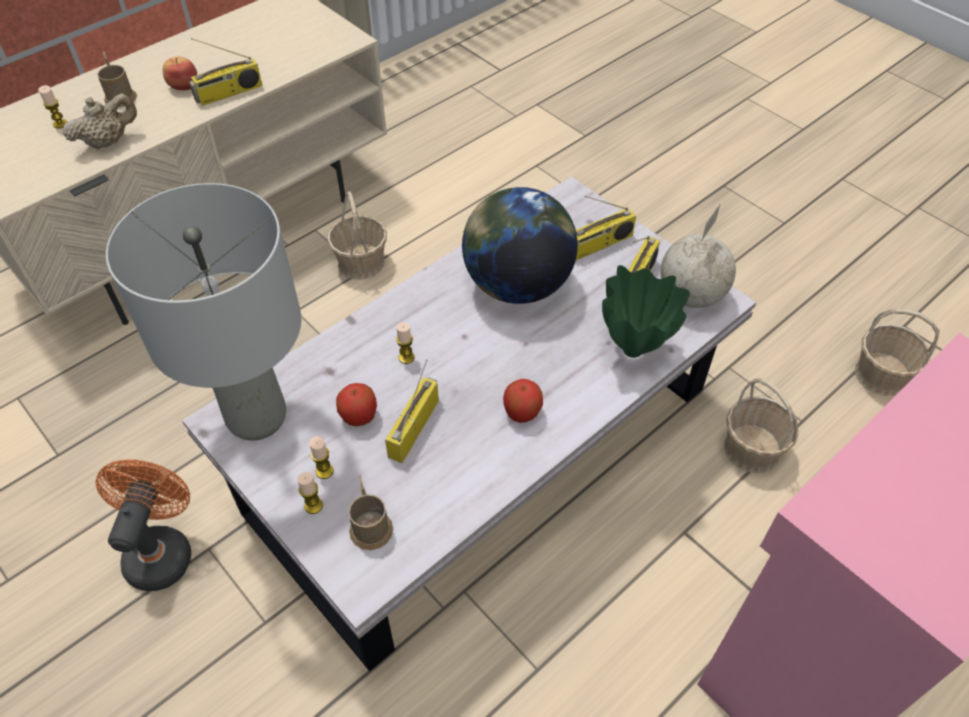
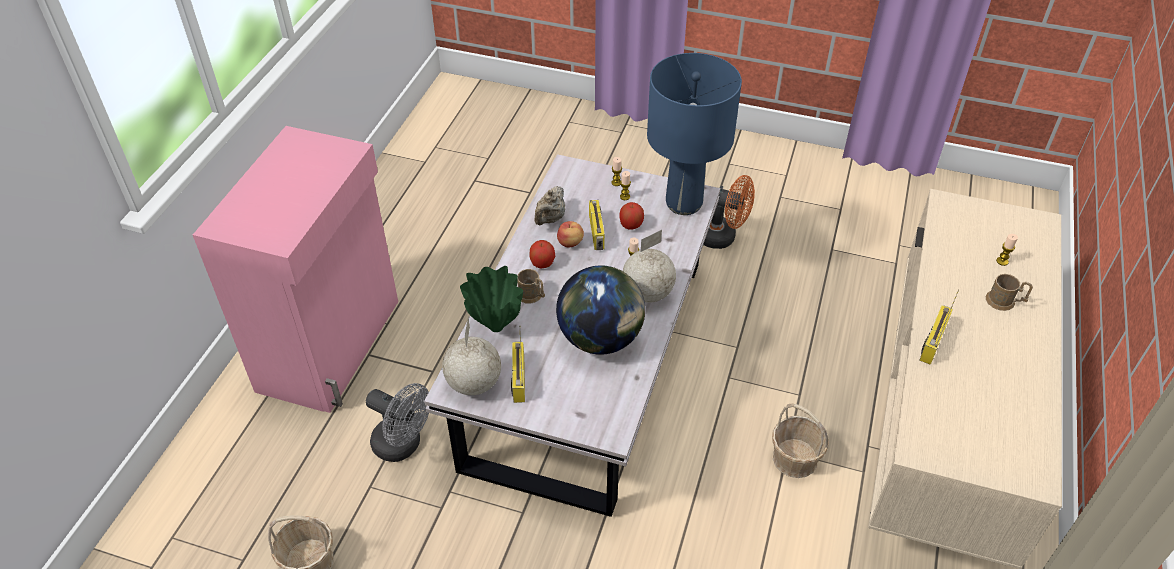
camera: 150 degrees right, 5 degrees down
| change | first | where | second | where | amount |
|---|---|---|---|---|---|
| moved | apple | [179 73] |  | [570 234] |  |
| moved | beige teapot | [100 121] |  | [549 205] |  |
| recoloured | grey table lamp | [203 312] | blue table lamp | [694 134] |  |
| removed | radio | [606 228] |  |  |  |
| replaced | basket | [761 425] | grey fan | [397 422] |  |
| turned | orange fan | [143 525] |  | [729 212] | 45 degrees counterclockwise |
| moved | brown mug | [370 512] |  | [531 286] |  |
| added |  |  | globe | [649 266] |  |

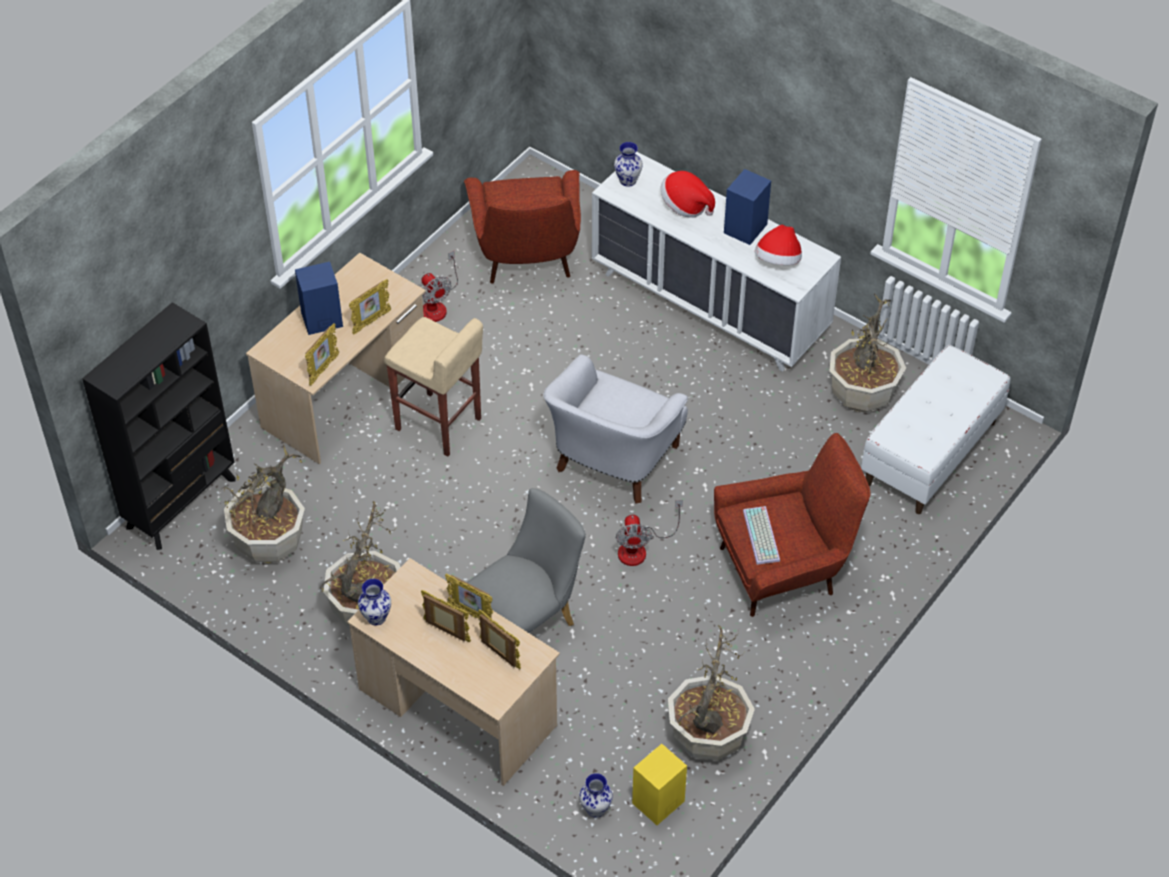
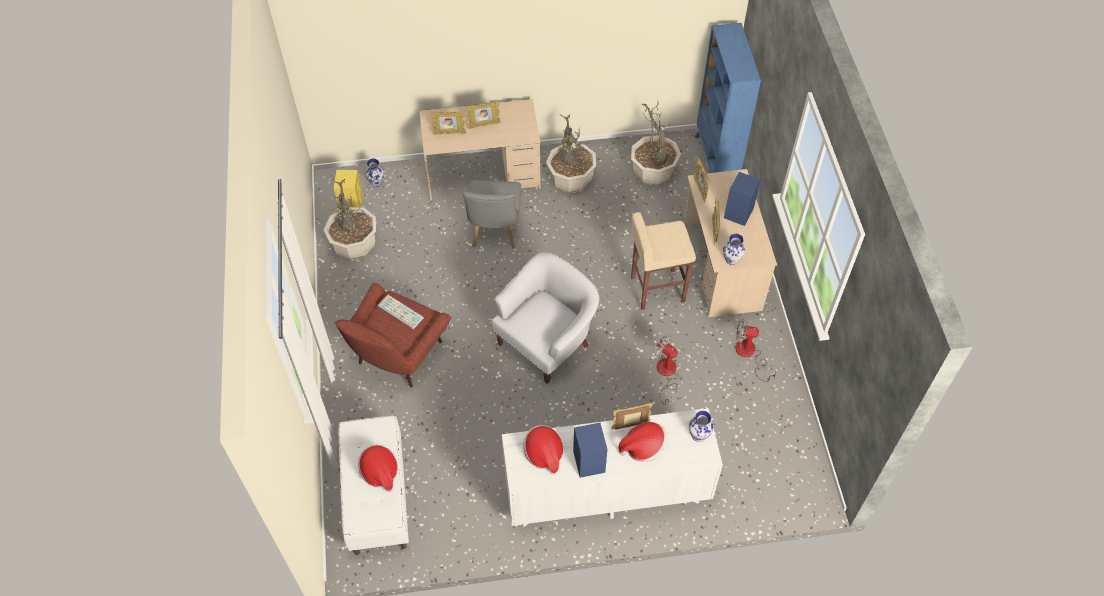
camera: 135 degrees right, 5 degrees up
| change | first | where | second | where | amount |
|---|---|---|---|---|---|
| removed | red armchair | [522 227] |  |  |  |
| removed | potted plant | [868 353] |  |  |  |
| recoloured | black bookcase | [158 426] | blue bookcase | [727 98] |  |
| turned | white armchair | [615 429] |  | [545 318] | 60 degrees clockwise |
| moved | fan | [649 533] |  | [666 370] |  |
| moved | picture frame | [469 596] |  | [632 416] |  |
| moved | vase | [374 602] |  | [734 249] |  |
| added |  |  | hat | [378 468] |  |

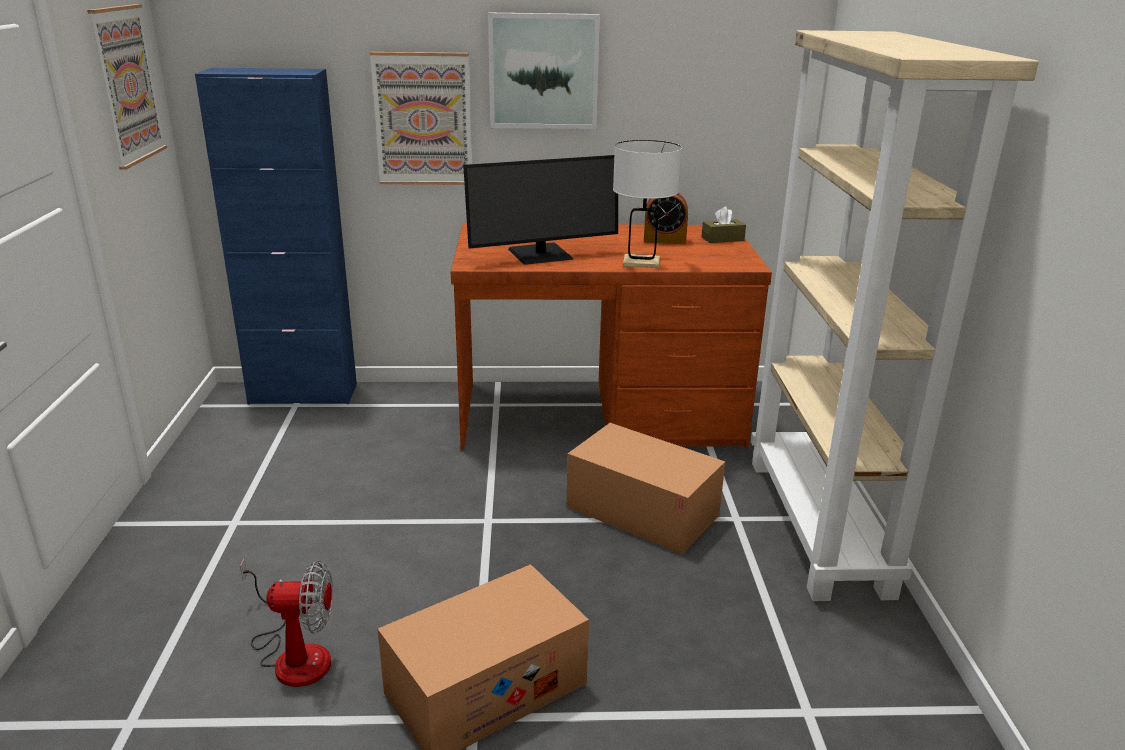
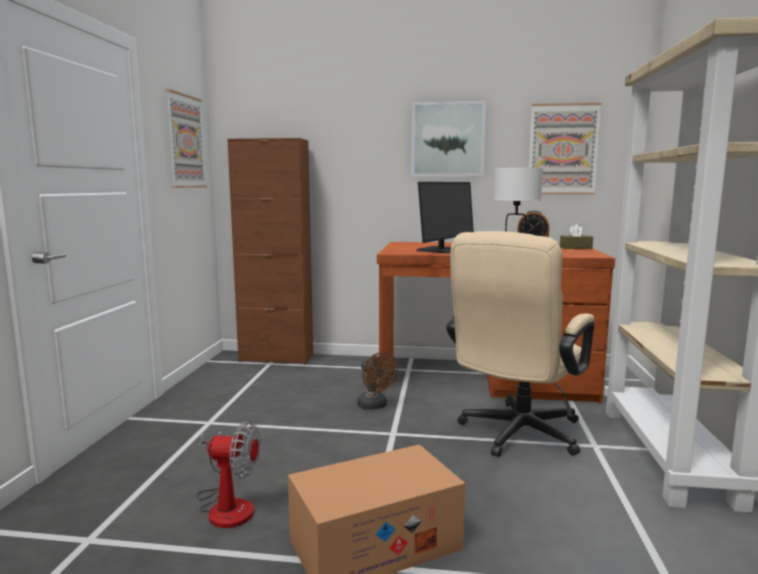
camera: 10 degrees right, 15 degrees down
| change | first | where | second | where | amount |
|---|---|---|---|---|---|
| moved | picture | [421 118] |  | [565 149] |  |
| recoloured | blue cabinet | [276 236] | brown cabinet | [270 251] |  |
| turned | monitor | [540 210] |  | [445 218] | 45 degrees counterclockwise |
| replaced | cardboard box | [646 488] | beige office chair | [520 344] |  |
| added |  |  | brown fan | [377 381] |  |

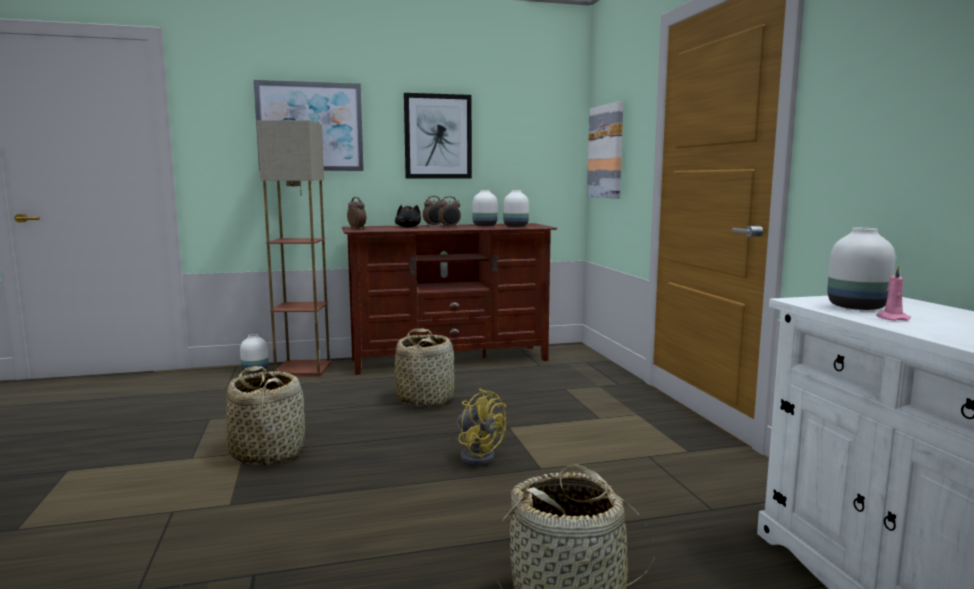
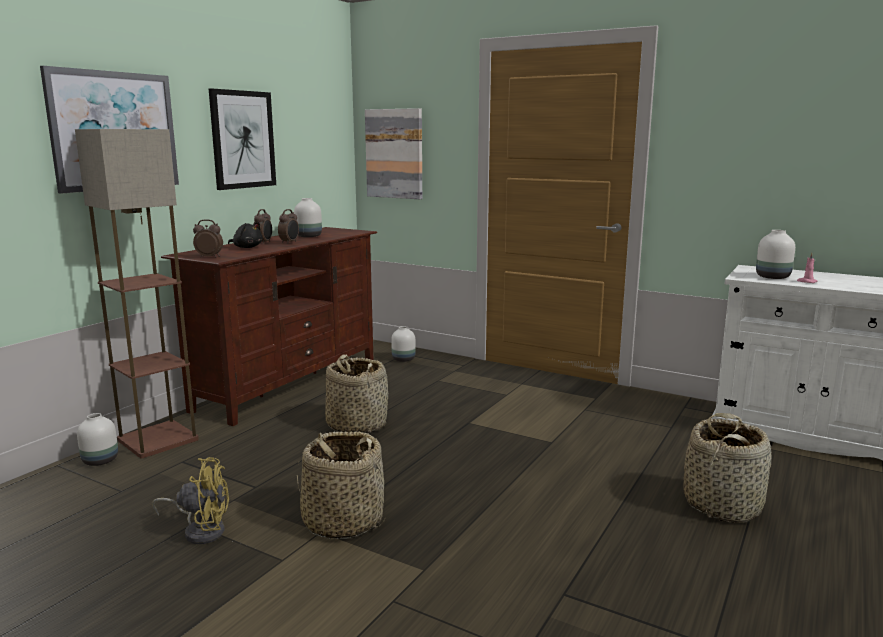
camera: 45 degrees left, 5 degrees up
| change | first | where | second | where | amount |
|---|---|---|---|---|---|
| moved | white vase | [516 208] |  | [403 344] |  |
| moved | yellow fan | [481 427] |  | [190 500] |  |

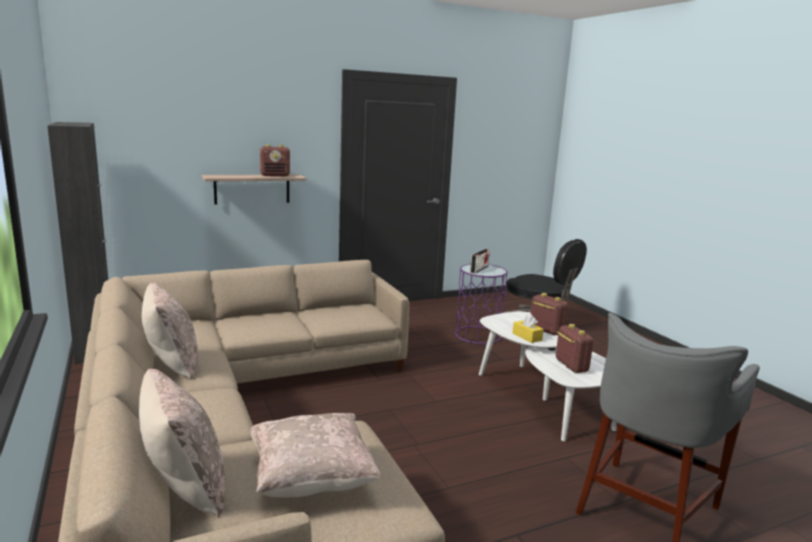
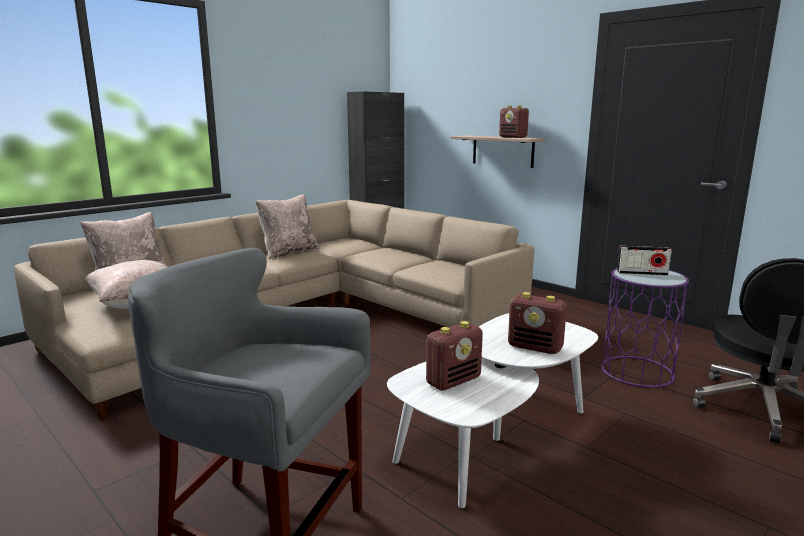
camera: 70 degrees right, 0 degrees up
| change | first | where | second | where | amount |
|---|---|---|---|---|---|
| turned | radio | [549 314] |  | [537 323] | 90 degrees clockwise |
| removed | yellow tissue box | [528 328] |  |  |  |

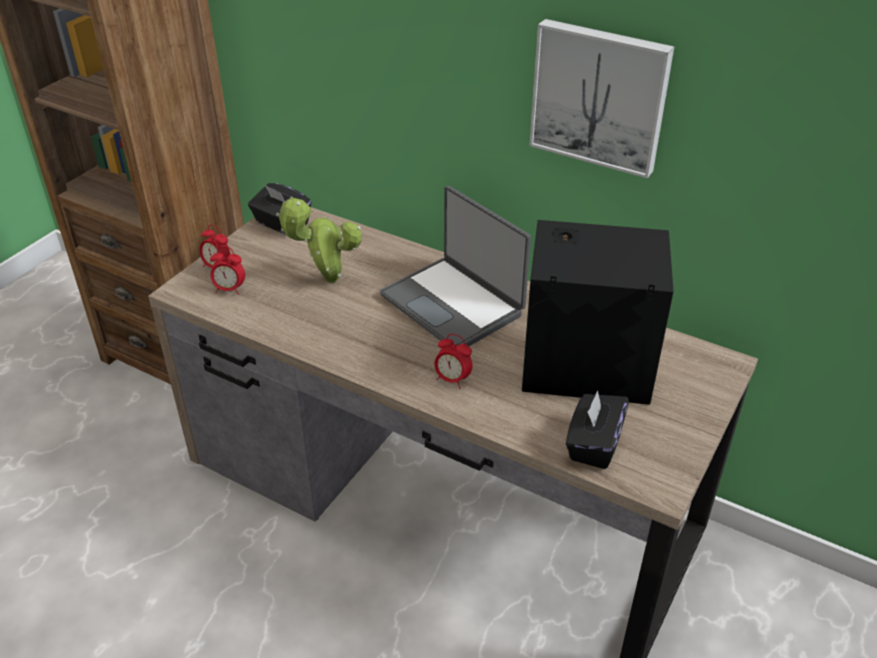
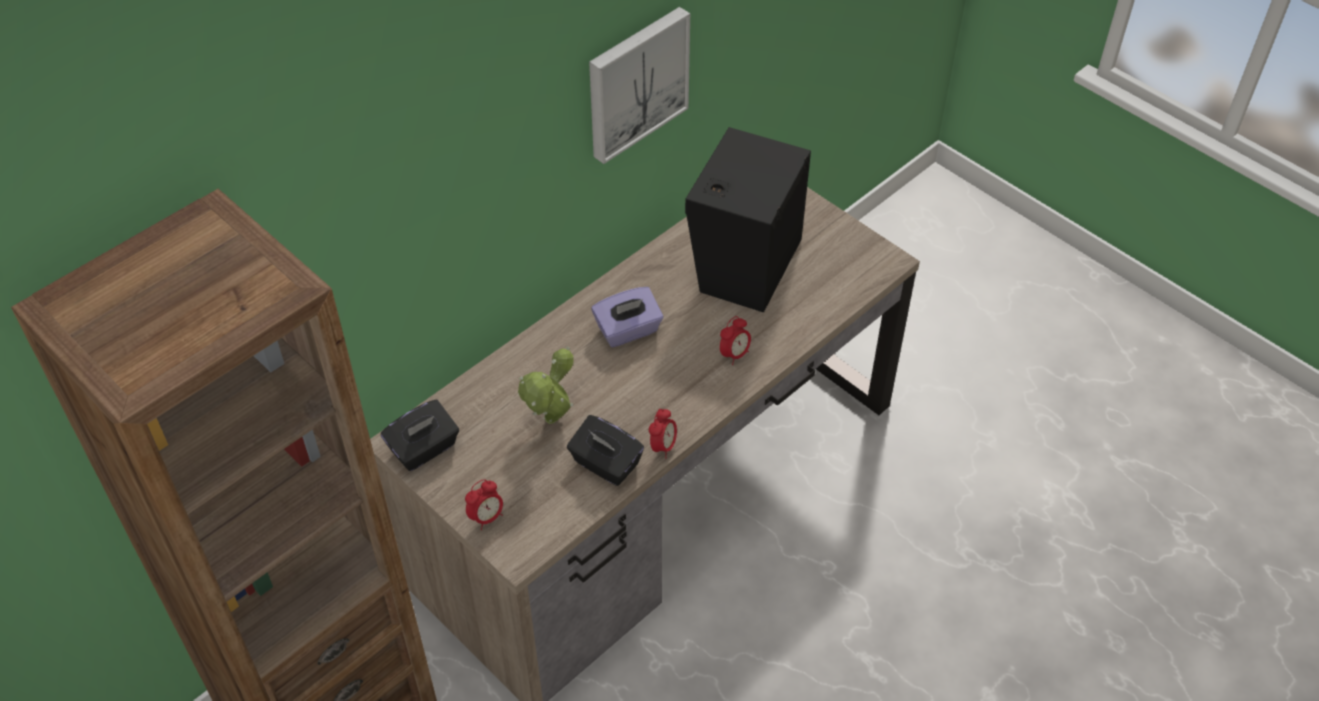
camera: 75 degrees left, 10 degrees up
| change | first | where | second | where | amount |
|---|---|---|---|---|---|
| replaced | laptop | [455 266] | purple tissue box | [627 317] |  |
| moved | alarm clock | [227 270] |  | [663 433] |  |
| moved | black tissue box | [597 429] |  | [605 450] |  |

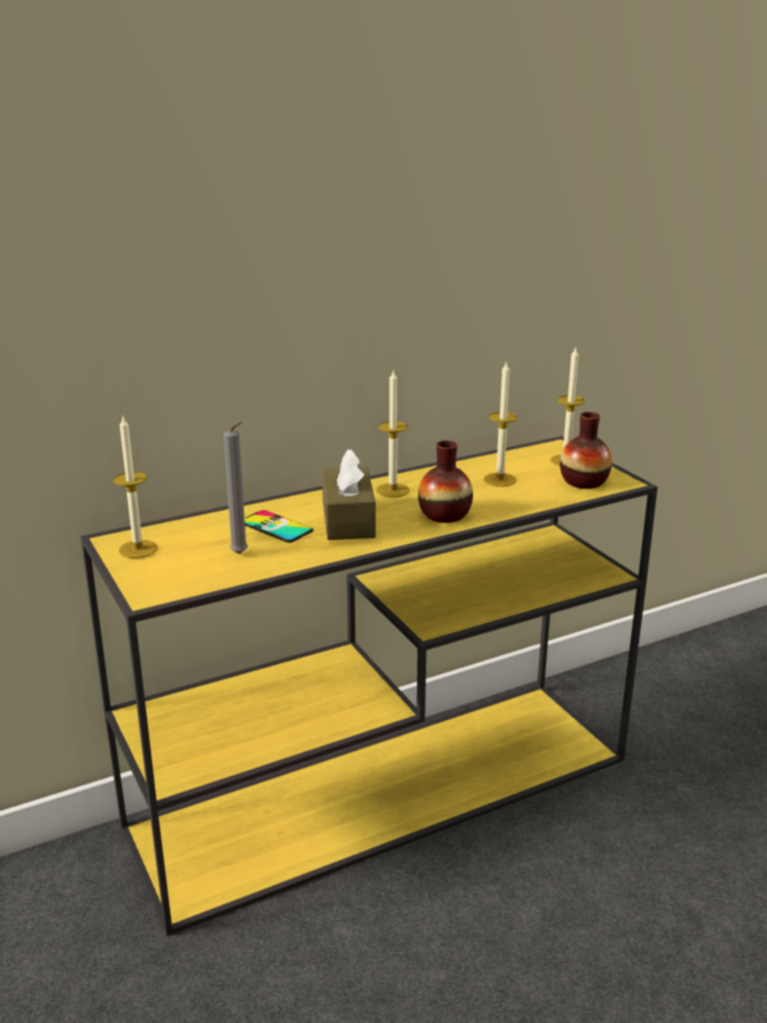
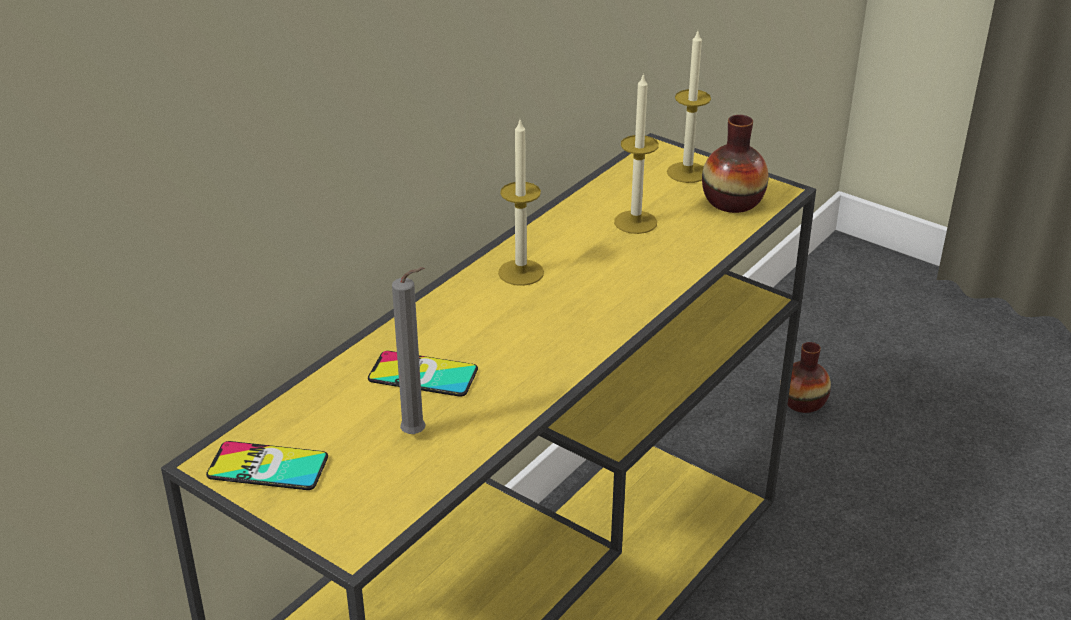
camera: 25 degrees left, 10 degrees up
| change | first | where | second | where | amount |
|---|---|---|---|---|---|
| replaced | candle | [135 487] | phone | [267 465] |  |
| moved | vase | [445 482] |  | [805 377] |  |
| removed | brown tissue box | [349 494] |  |  |  |

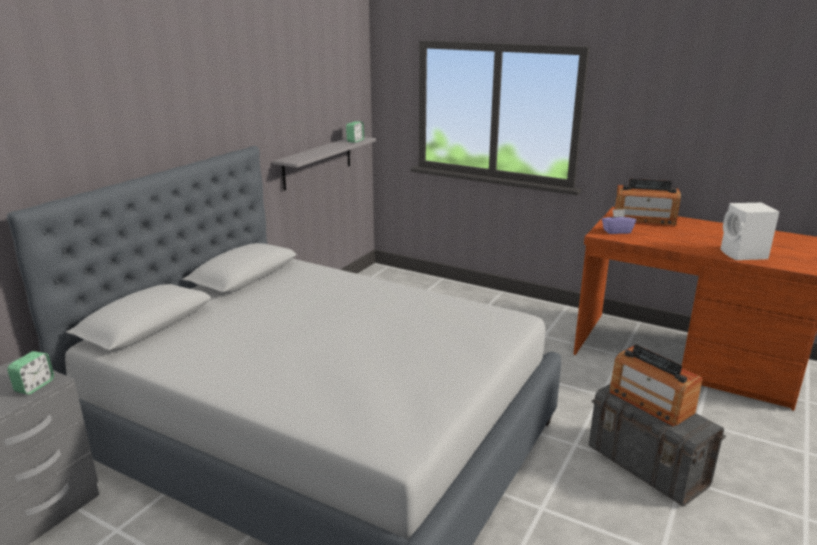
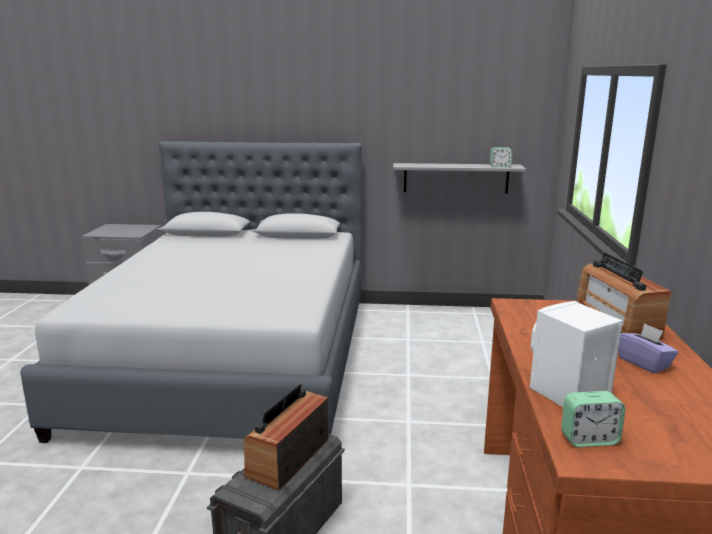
camera: 65 degrees right, 5 degrees down
| change | first | where | second | where | amount |
|---|---|---|---|---|---|
| moved | purple tissue box | [619 221] |  | [648 348] |  |
| moved | alarm clock | [30 372] |  | [593 419] |  |

